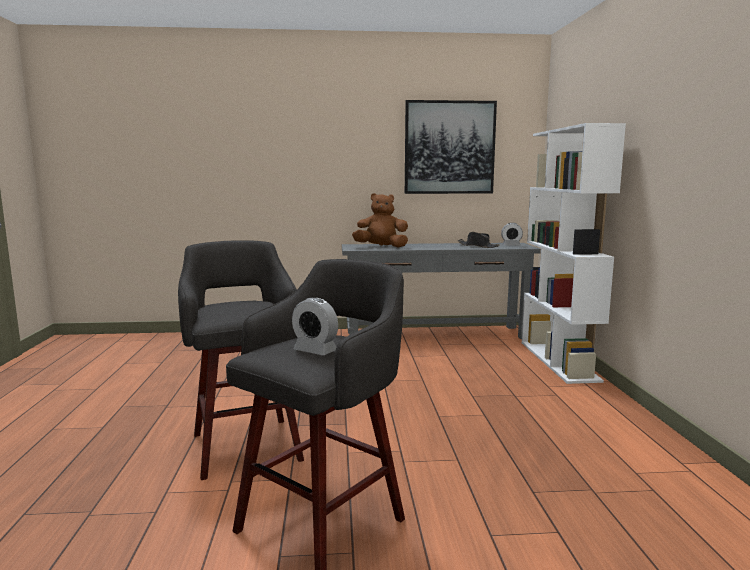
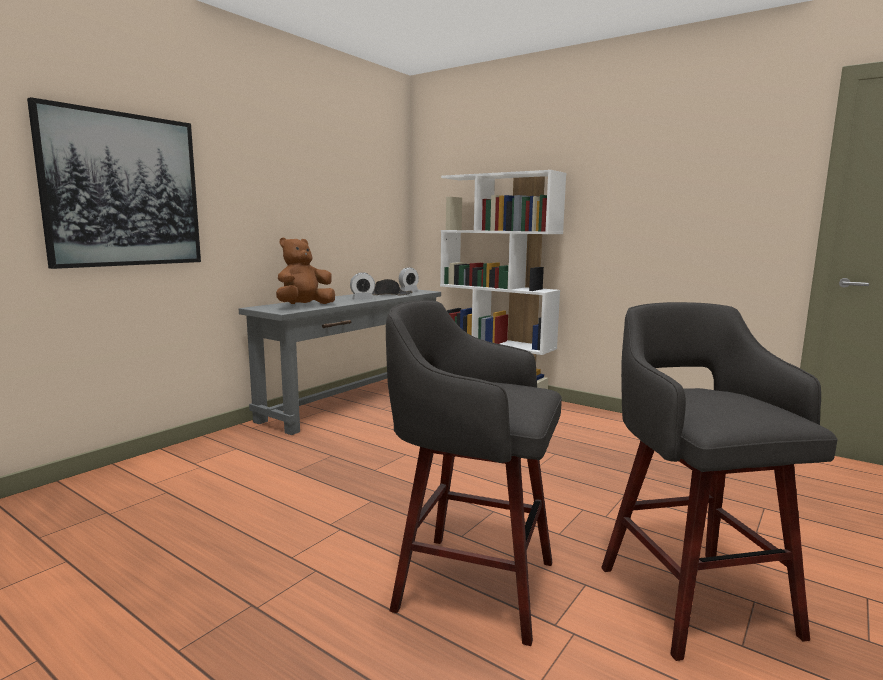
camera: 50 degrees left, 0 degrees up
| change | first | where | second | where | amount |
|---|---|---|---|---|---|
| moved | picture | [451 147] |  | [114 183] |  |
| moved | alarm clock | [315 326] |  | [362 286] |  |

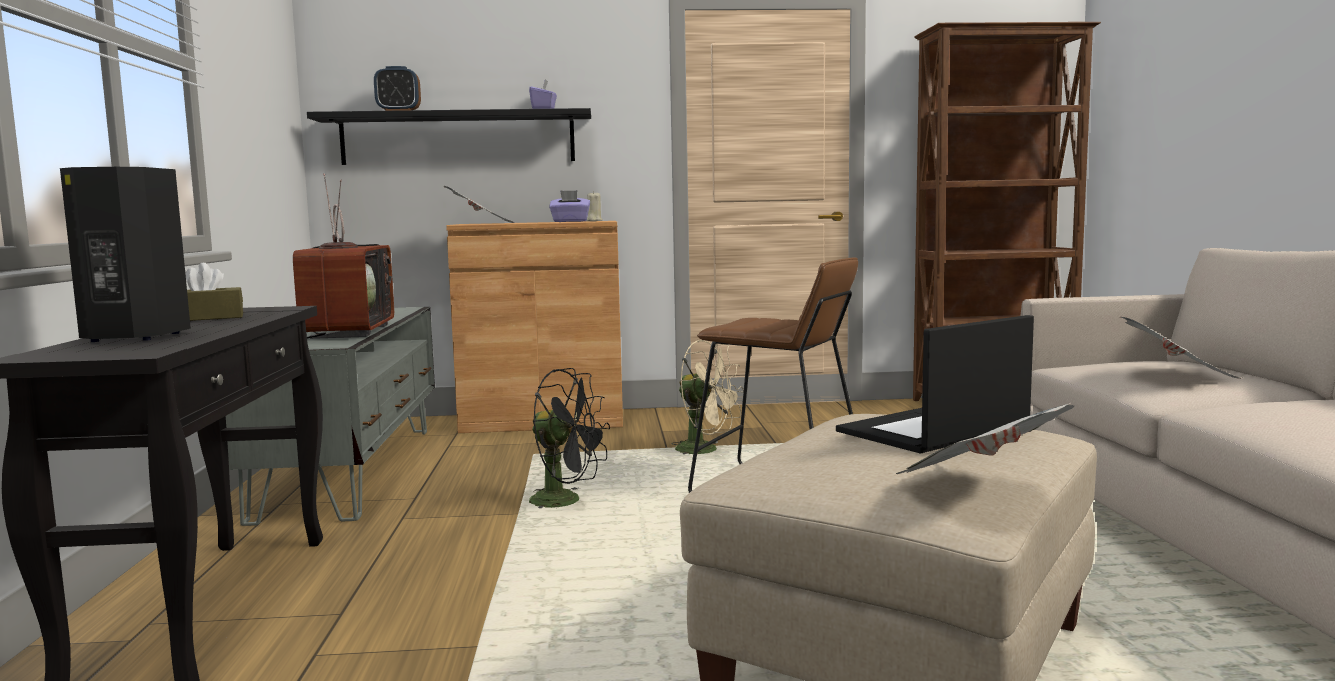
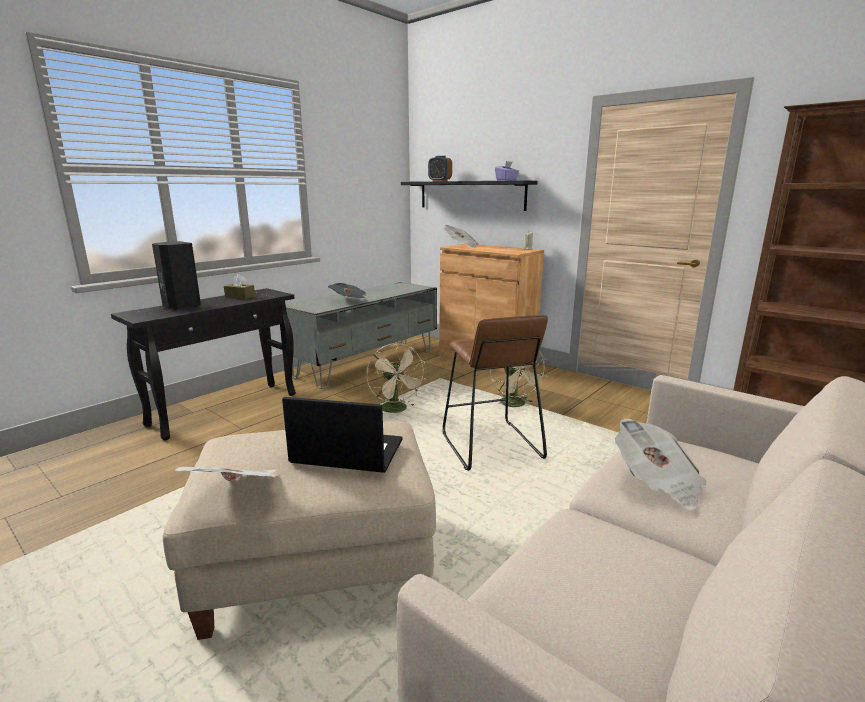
camera: 45 degrees right, 10 degrees up
| change | first | where | second | where | amount |
|---|---|---|---|---|---|
| replaced | television | [343 256] | newspaper | [347 290] |  |
| removed | purple tissue box | [569 206] |  |  |  |
| recoloured | black fan | [569 438] | beige fan | [396 378] |  |

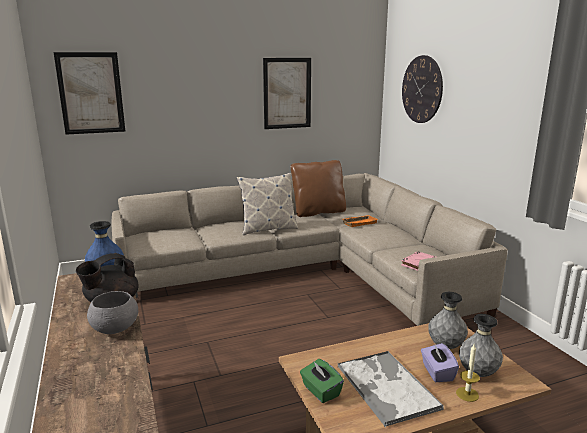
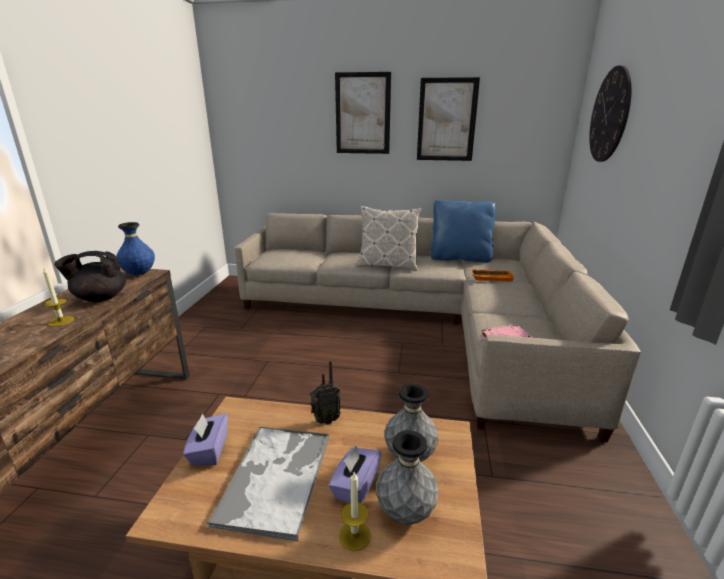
camera: 30 degrees right, 5 degrees up
| change | first | where | second | where | amount |
|---|---|---|---|---|---|
| moved | picture | [90 93] |  | [363 113] |  |
| recoloured | brown pillow | [318 188] | blue pillow | [463 231] |  |
| replaced | grey bowl | [112 312] | candle | [58 297] |  |
| recoloured | green tissue box | [322 381] | purple tissue box | [205 439] |  |
| added |  |  | radio | [325 392] |  |

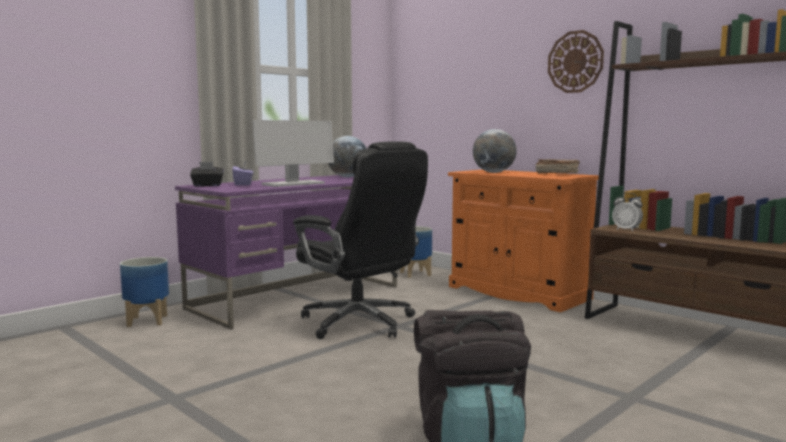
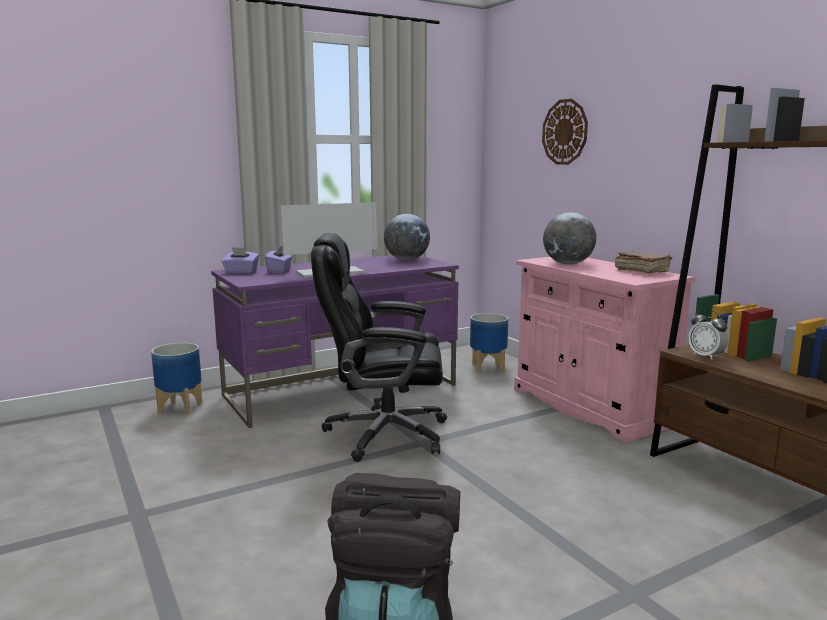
camera: 15 degrees right, 5 degrees up
| change | first | where | second | where | amount |
|---|---|---|---|---|---|
| moved | wall clock | [576 61] |  | [565 132] |  |
| turned | black office chair | [360 240] |  | [379 347] | 120 degrees clockwise |
| recoloured | black tissue box | [207 174] | purple tissue box | [240 260] |  |
| recoloured | orange cabinet | [523 241] | pink cabinet | [604 350] |  |

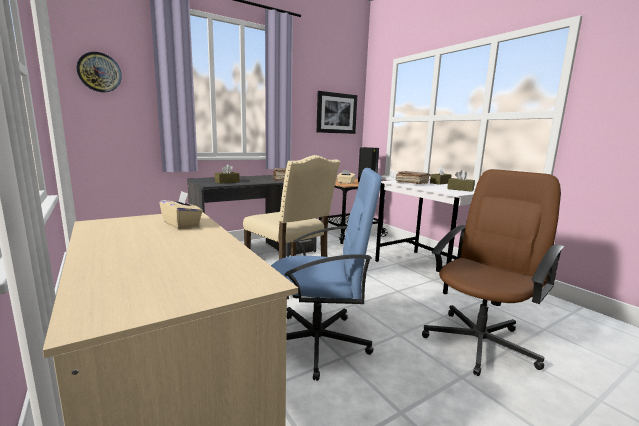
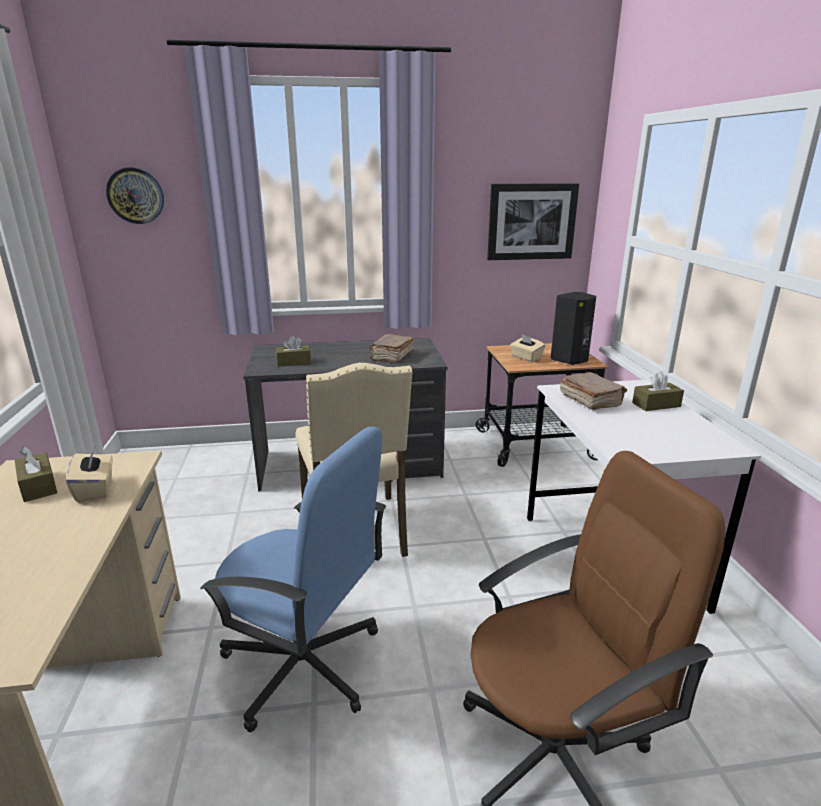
camera: 25 degrees right, 10 degrees up
| change | first | where | second | where | amount |
|---|---|---|---|---|---|
| moved | brown tissue box | [461 181] |  | [36 474] |  |

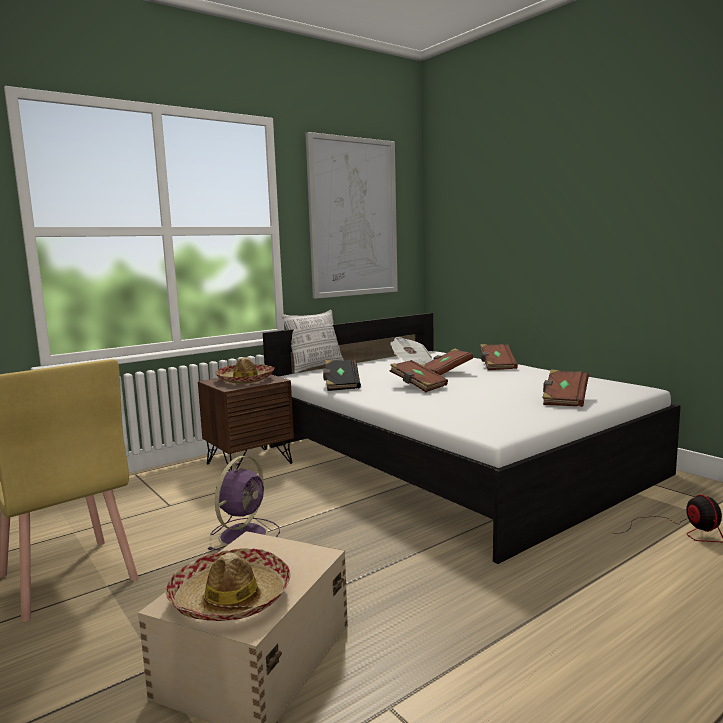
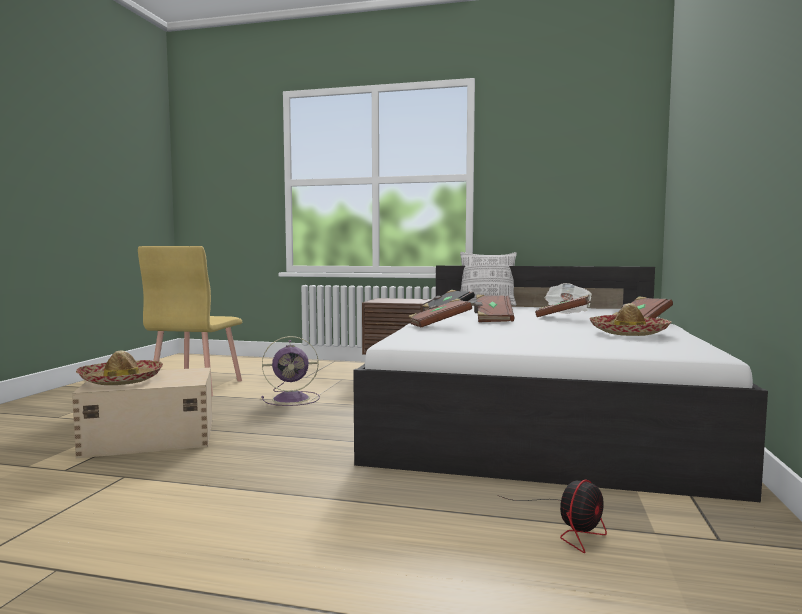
camera: 50 degrees right, 5 degrees down
| change | first | where | second | where | amount |
|---|---|---|---|---|---|
| removed | picture | [351 215] |  |  |  |
| moved | hat | [245 370] |  | [630 319] |  |
| moved | brown book | [565 388] |  | [440 312] |  |

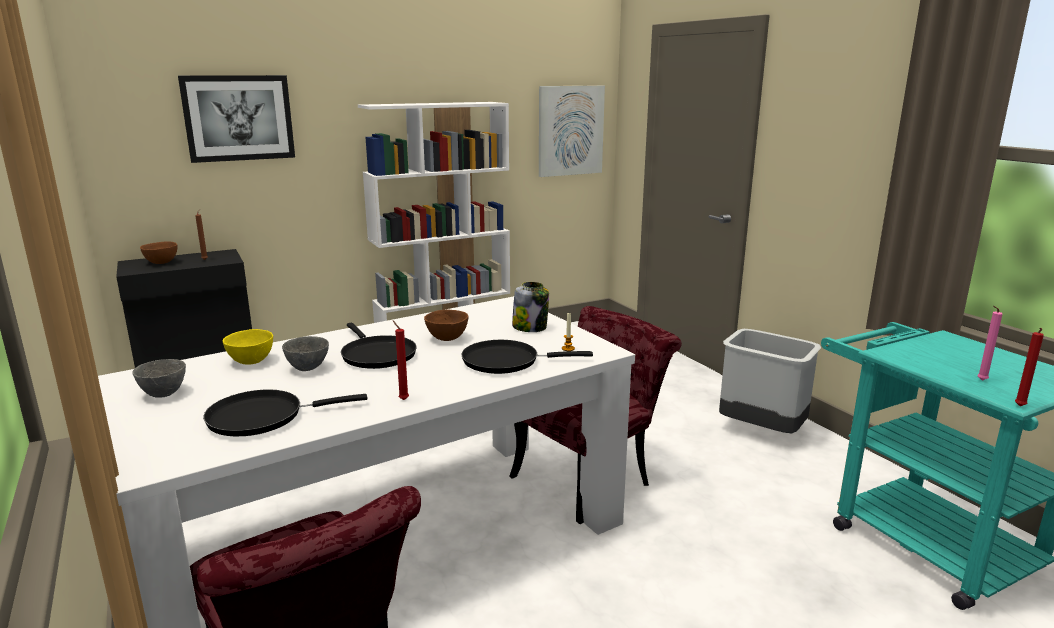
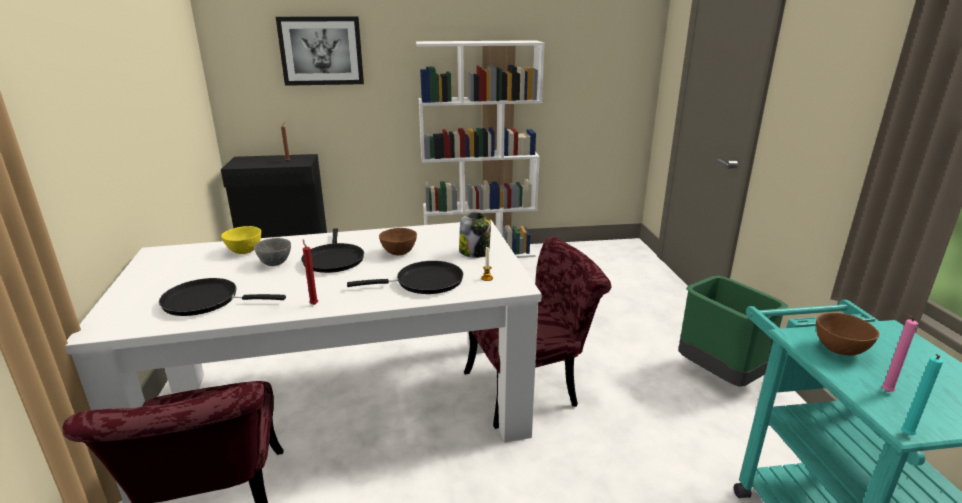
camera: 20 degrees right, 5 degrees up
| change | first | where | second | where | amount |
|---|---|---|---|---|---|
| removed | picture | [572 131] |  |  |  |
| moved | brown bowl | [158 253] |  | [848 334] |  |
| recoloured | red candle | [1029 367] | turquoise candle | [922 394] |  |
| recoloured | grey trash can | [770 381] | green trash can | [733 331] |  |
| turned | black frying pan | [527 357] |  | [405 277] | 150 degrees clockwise |
| removed | grey bowl | [159 378] |  |  |  |

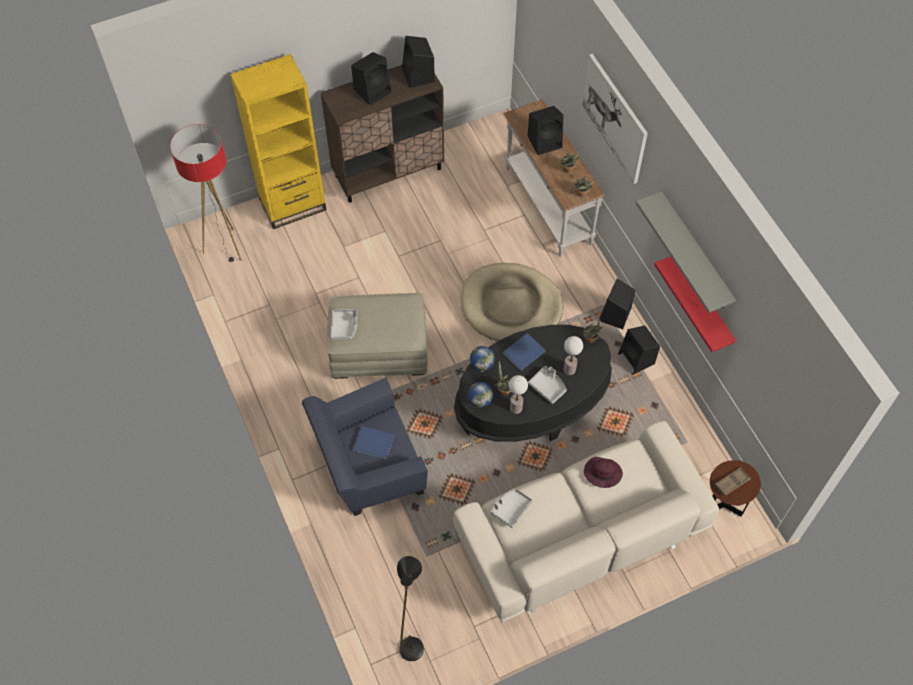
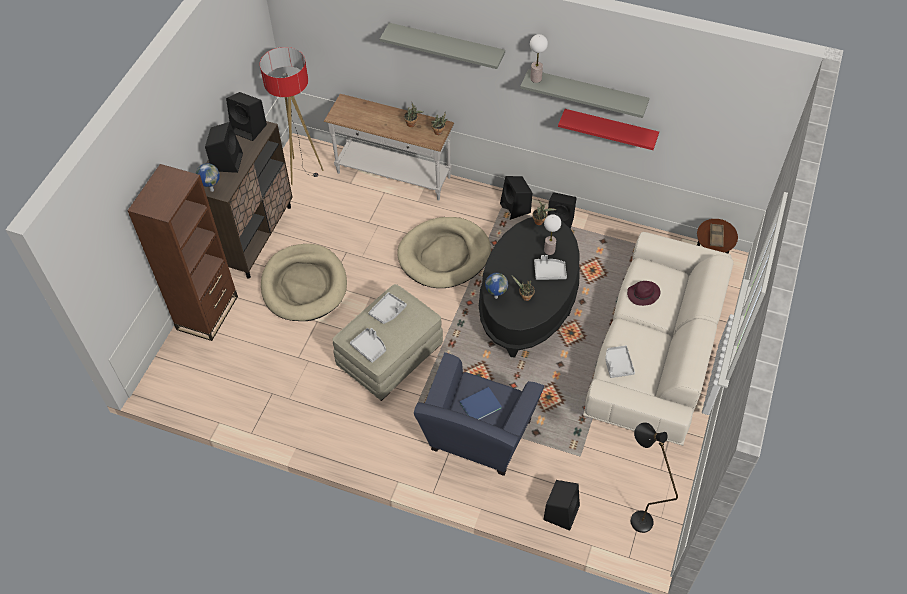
camera: 45 degrees left, 5 degrees down
| change | first | where | second | where | amount |
|---|---|---|---|---|---|
| recoloured | yellow bookcase | [278 141] | brown bookcase | [182 252] |  |
| replaced | picture | [615 119] | grey shelf | [442 46] |  |
| moved | black speaker | [546 130] |  | [562 505] |  |
| moved | floor lamp | [206 193] |  | [292 116] |  |
| removed | blue book | [524 352] |  |  |  |
| moved | table lamp | [518 394] |  | [539 58] |  |
| moved | globe | [480 395] |  | [208 177] |  |
| added |  |  | beige dog bed | [304 282] |  |
| added |  |  | grey tray | [387 308] |  |

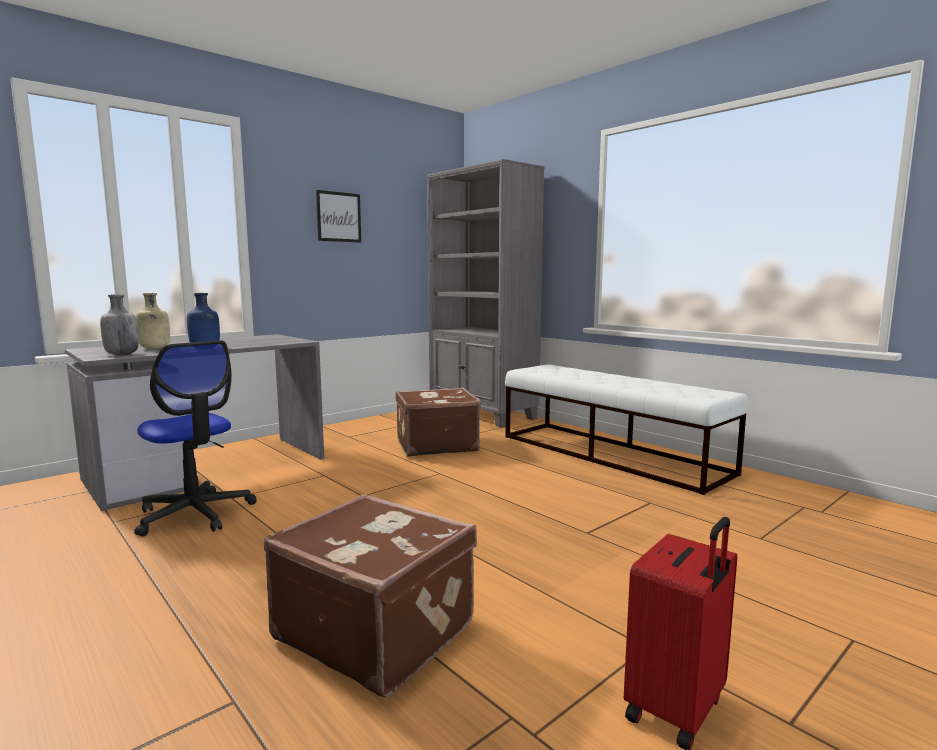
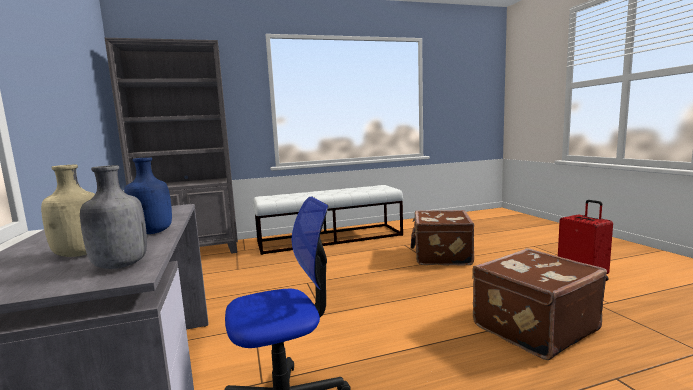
camera: 65 degrees left, 0 degrees up
| change | first | where | second | where | amount |
|---|---|---|---|---|---|
| removed | picture | [338 216] |  |  |  |
| moved | brown suitcase | [438 422] |  | [442 237] |  |

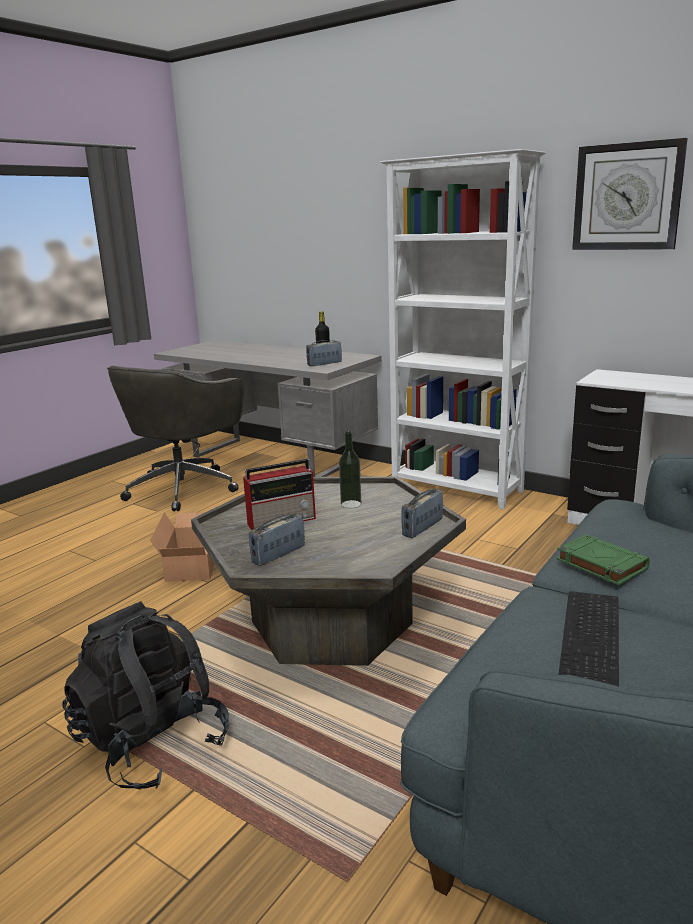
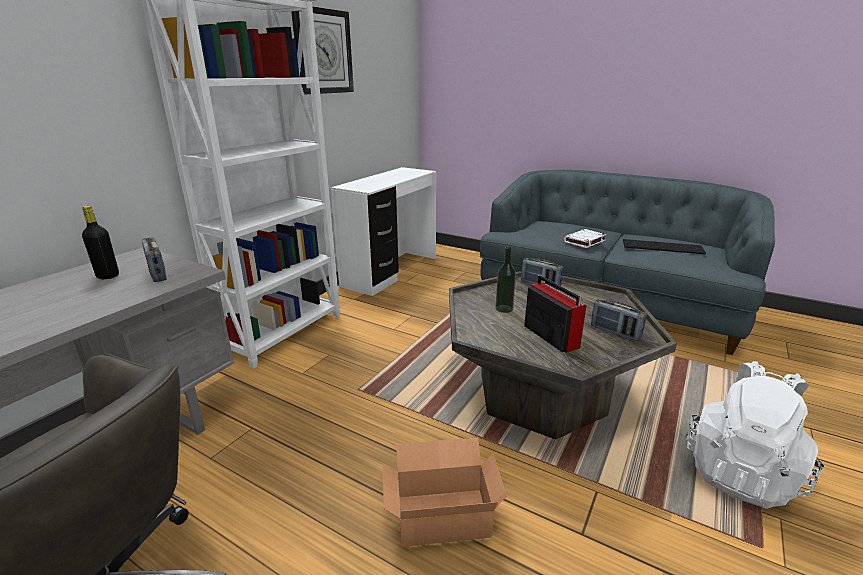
camera: 95 degrees left, 5 degrees up
| change | first | where | second | where | amount |
|---|---|---|---|---|---|
| recoloured | green book | [603 559] | white book | [585 238] |  |
| recoloured | black backpack | [145 695] | white backpack | [754 435] |  |

